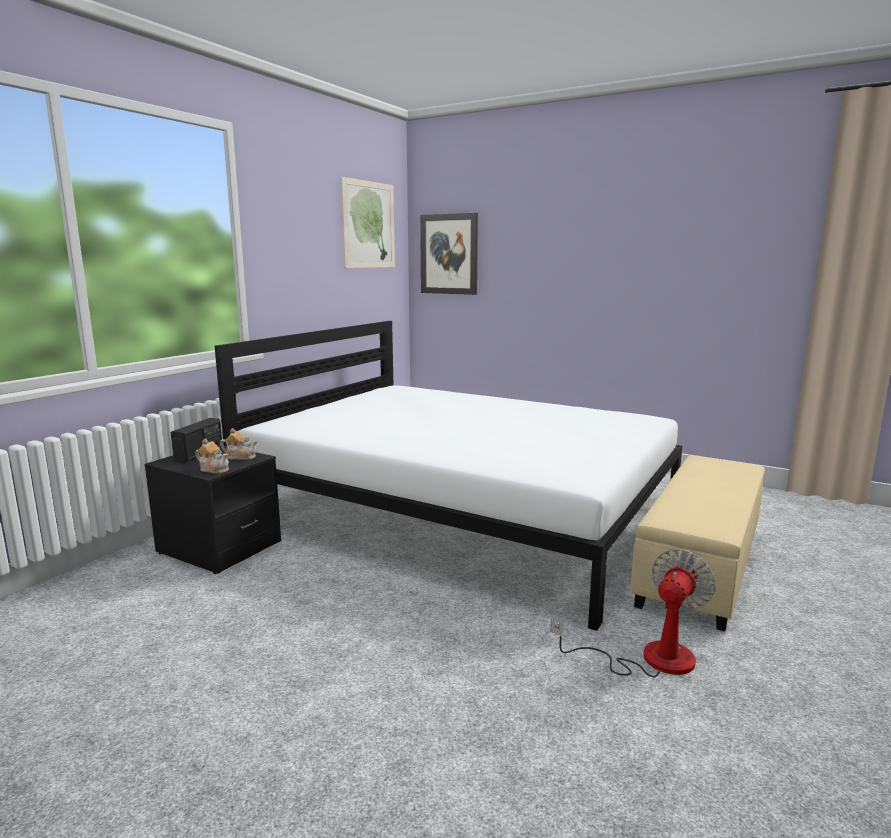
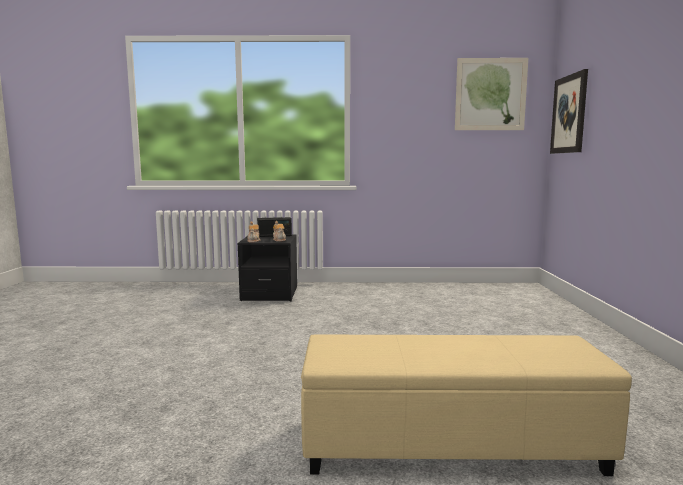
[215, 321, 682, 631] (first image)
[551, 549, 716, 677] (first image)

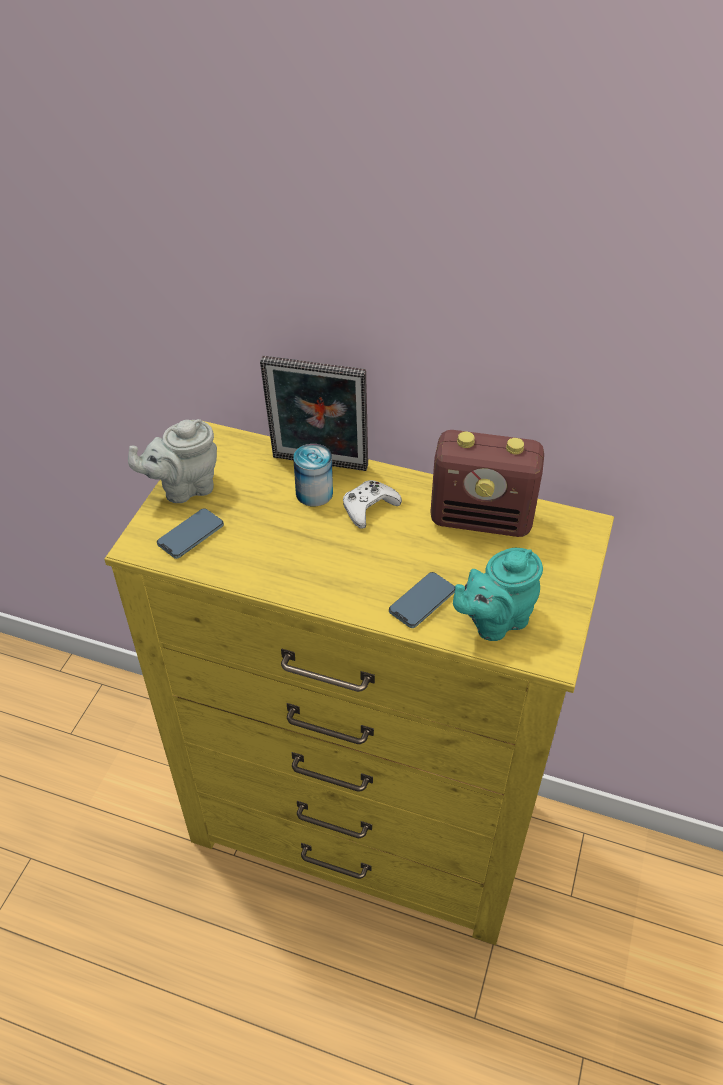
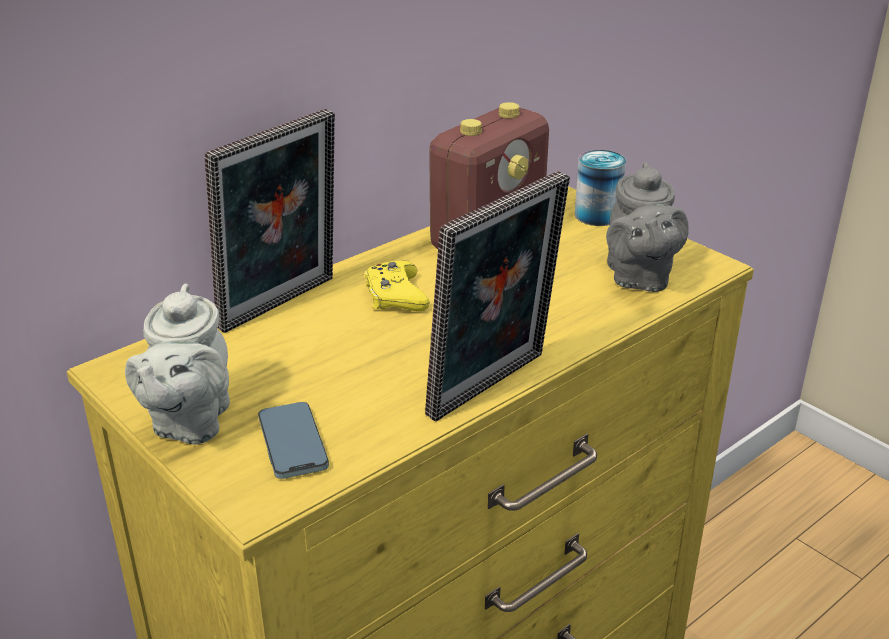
[575, 150, 626, 226]
[365, 260, 429, 311]
[606, 162, 689, 292]
[389, 572, 455, 628] (first image)
[425, 171, 570, 422]

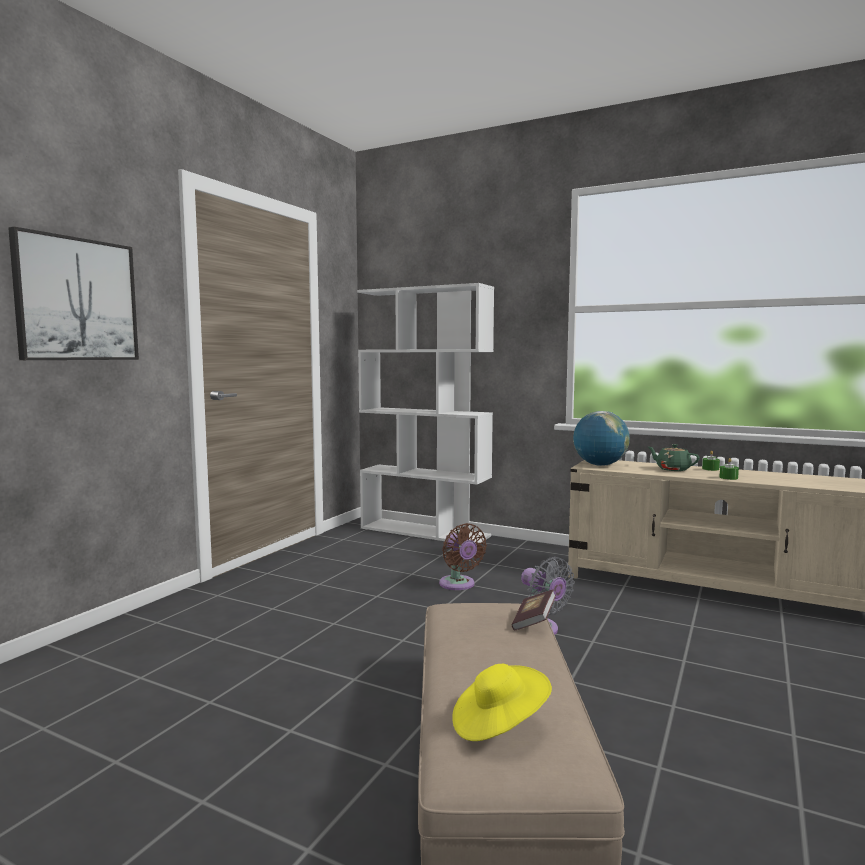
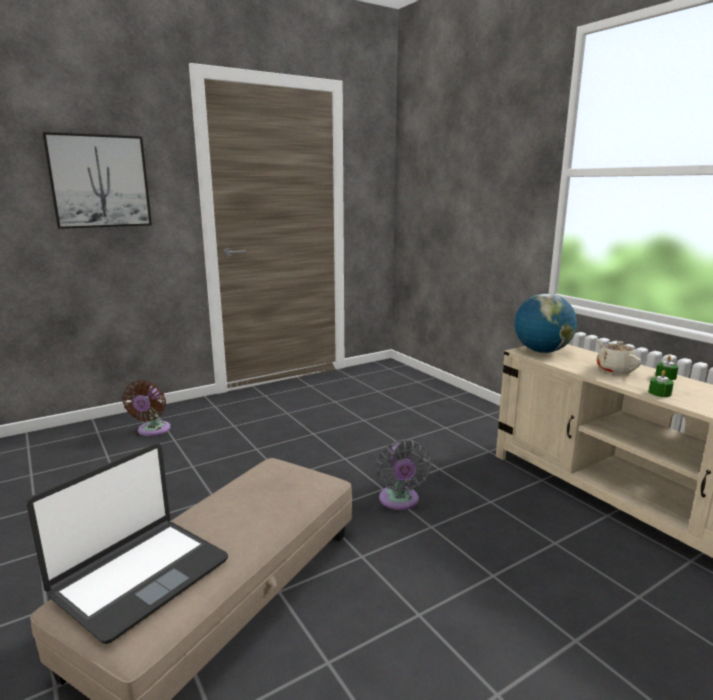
[357, 283, 494, 543] (first image)
[596, 339, 641, 374]
[122, 380, 171, 436]
[512, 589, 556, 630] (first image)
[27, 444, 228, 644]

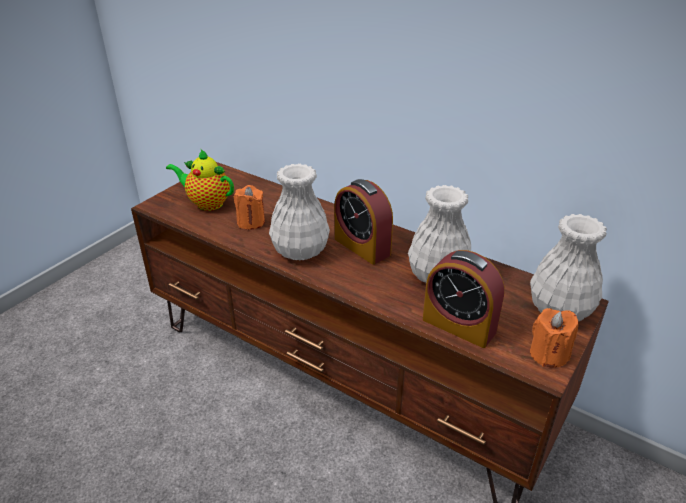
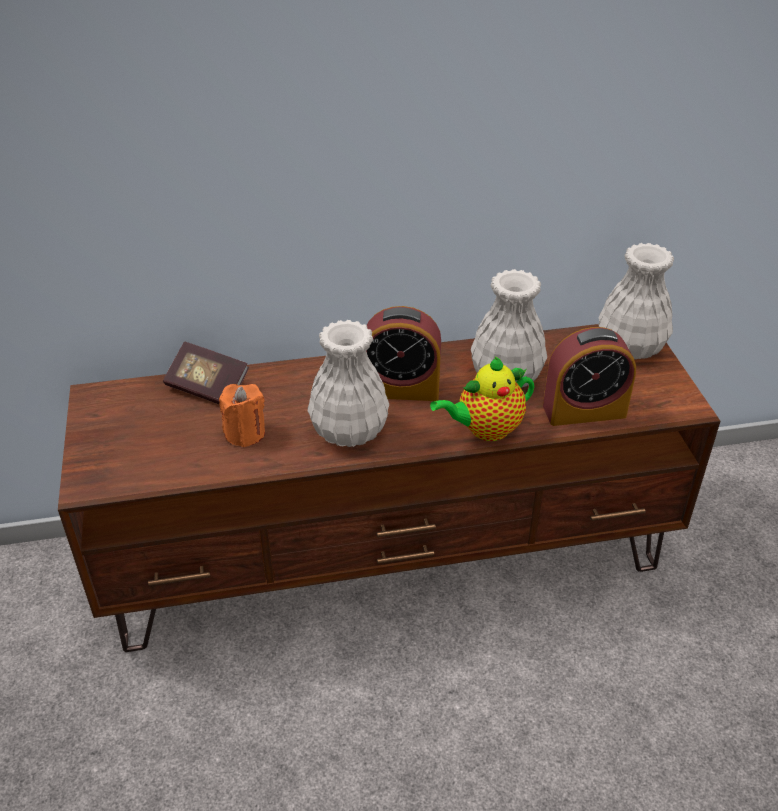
[430, 357, 534, 441]
[530, 308, 579, 368] (first image)
[163, 341, 249, 405]

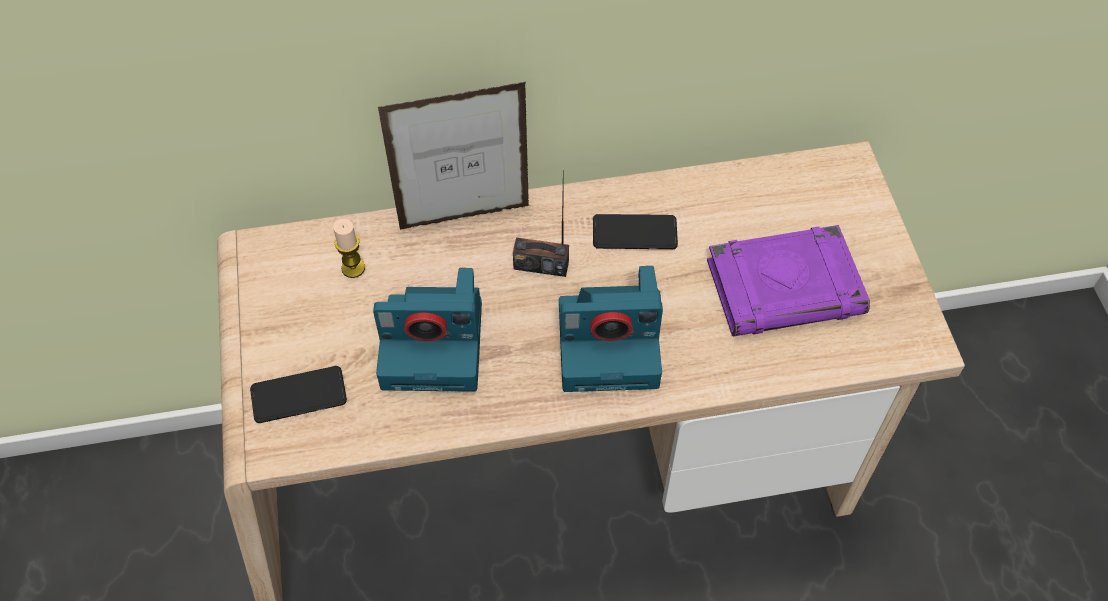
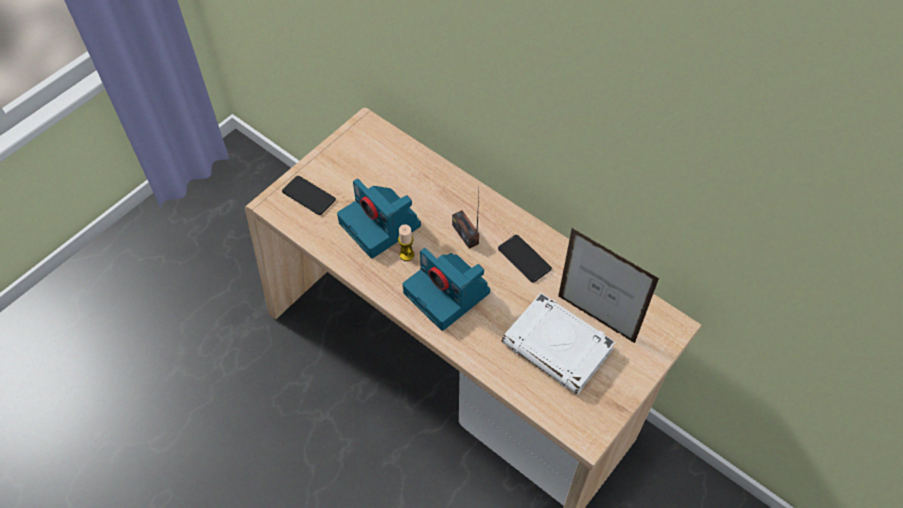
[558, 228, 659, 344]
[398, 224, 414, 261]
[502, 293, 615, 395]

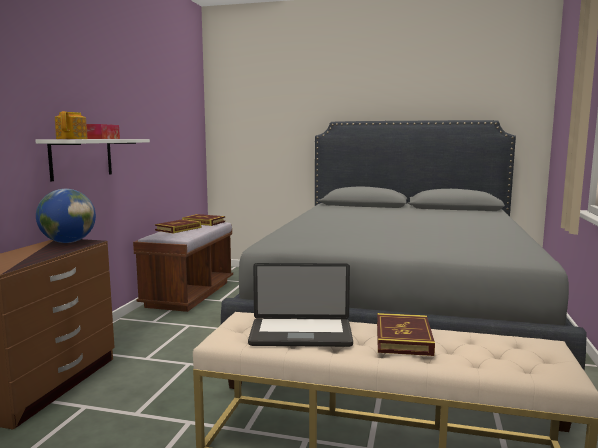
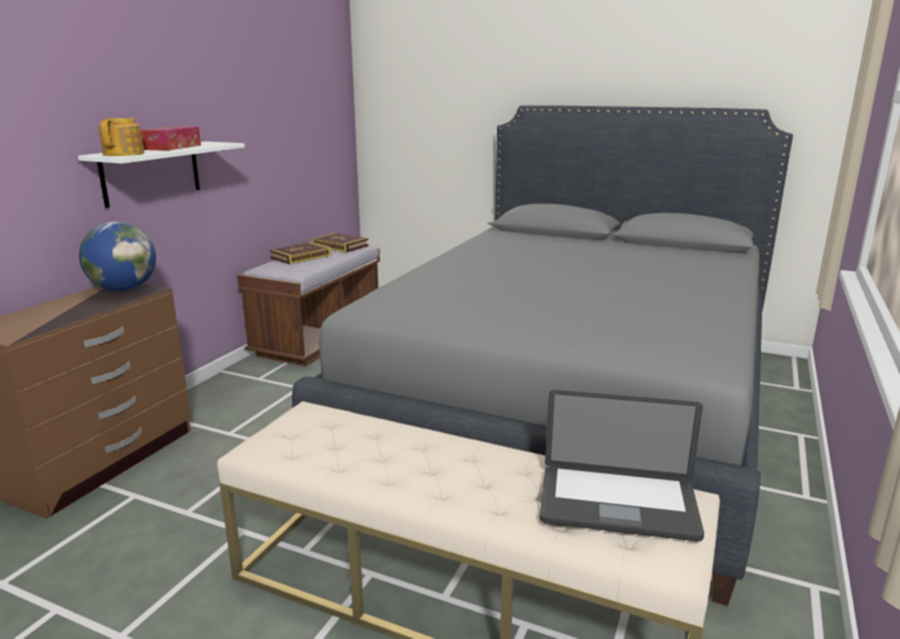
[540, 390, 704, 542]
[377, 313, 435, 356] (first image)

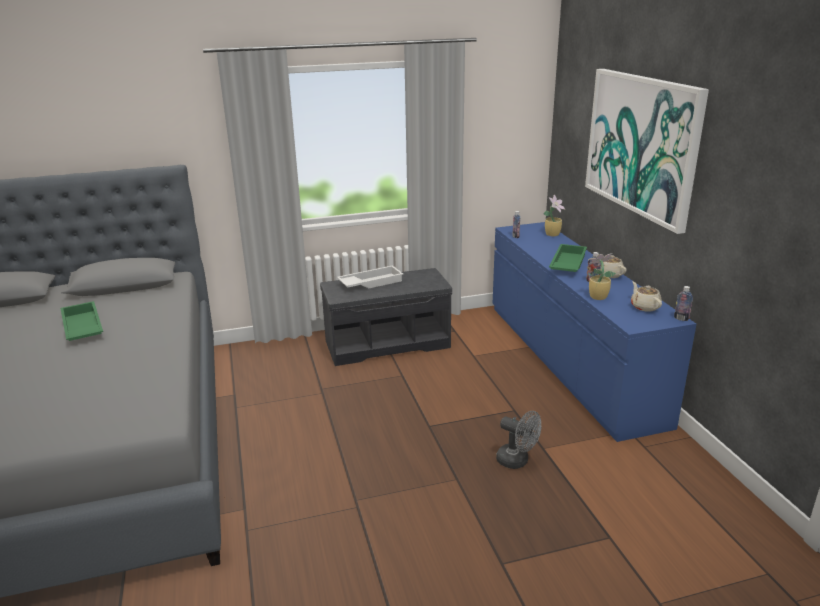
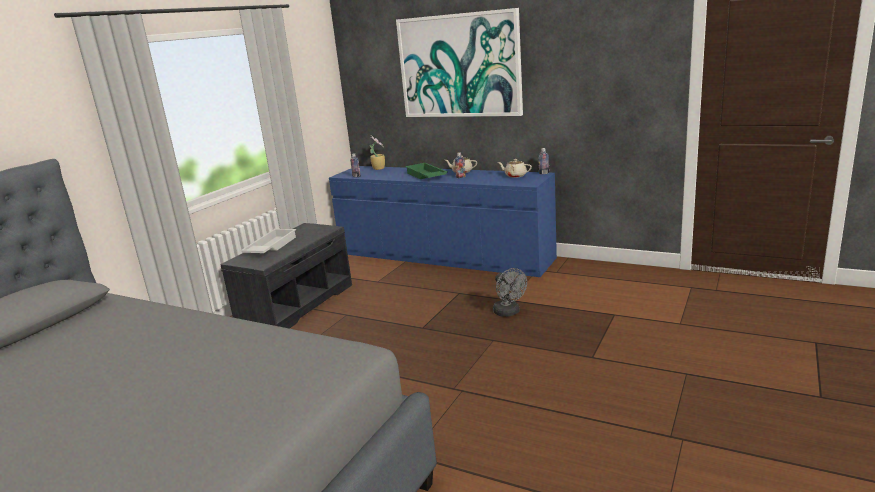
[588, 253, 616, 300] (first image)
[60, 301, 103, 341] (first image)
[493, 268, 527, 317]

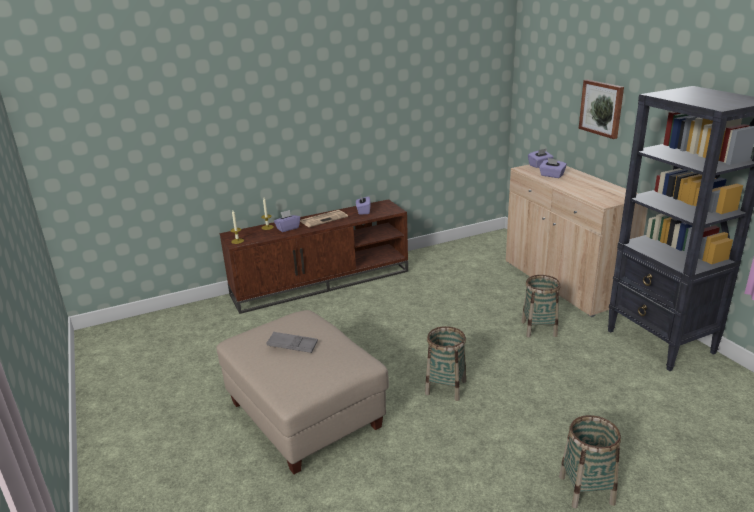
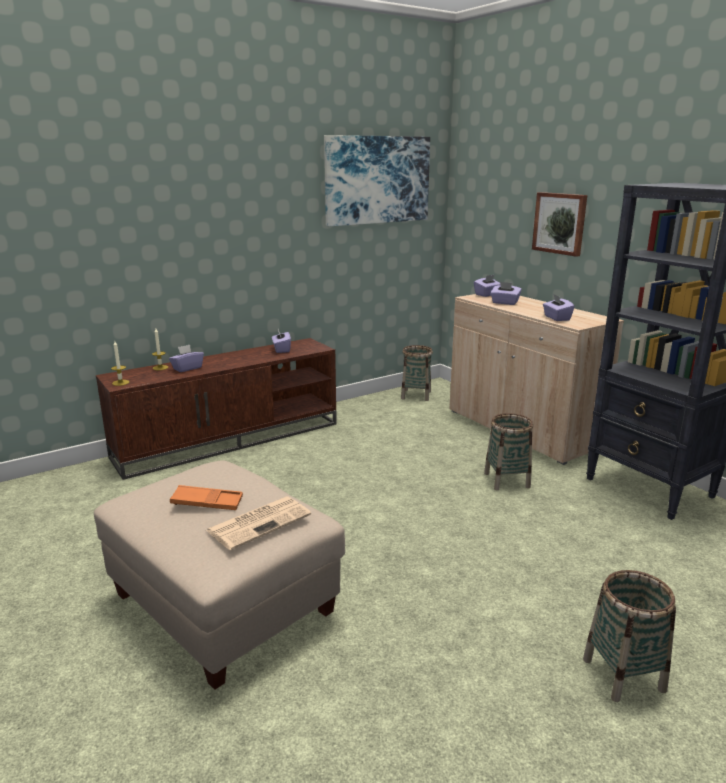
[206, 497, 311, 550]
[401, 345, 433, 401]
[170, 485, 243, 510]
[324, 135, 430, 226]
[543, 294, 575, 321]

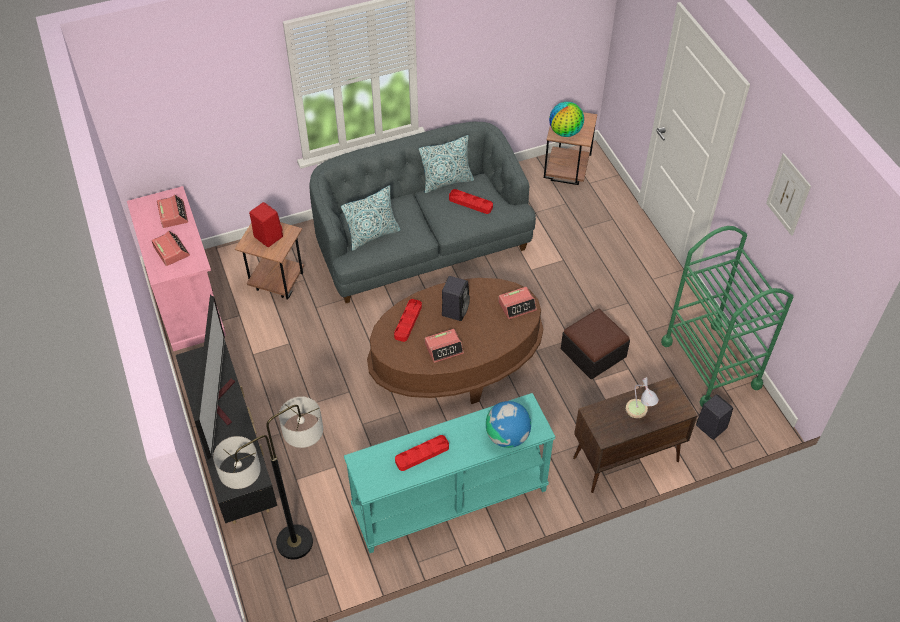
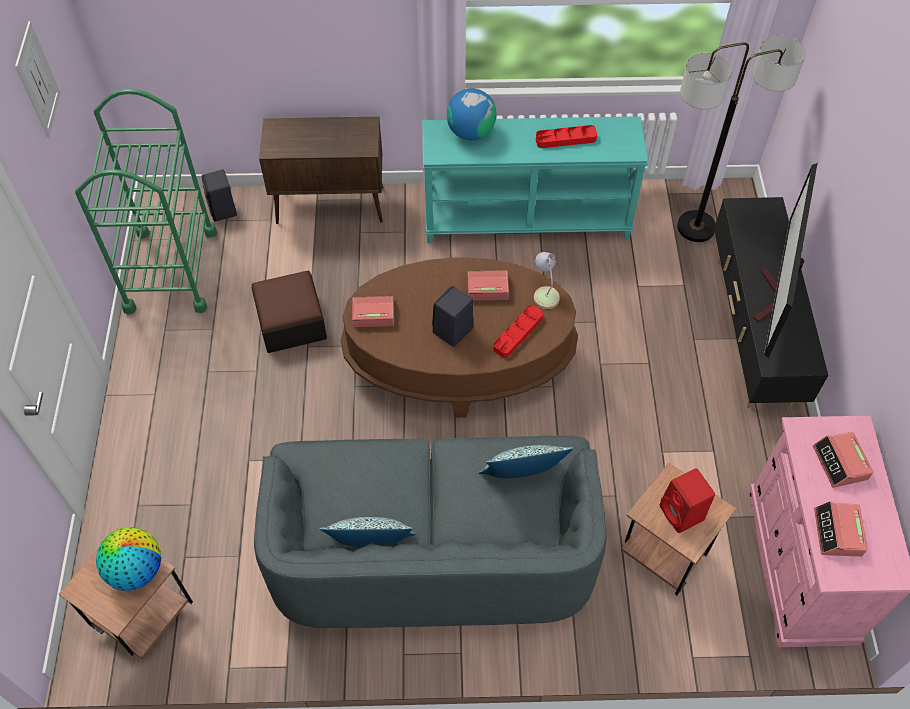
[449, 189, 493, 214] (first image)
[534, 252, 560, 309]

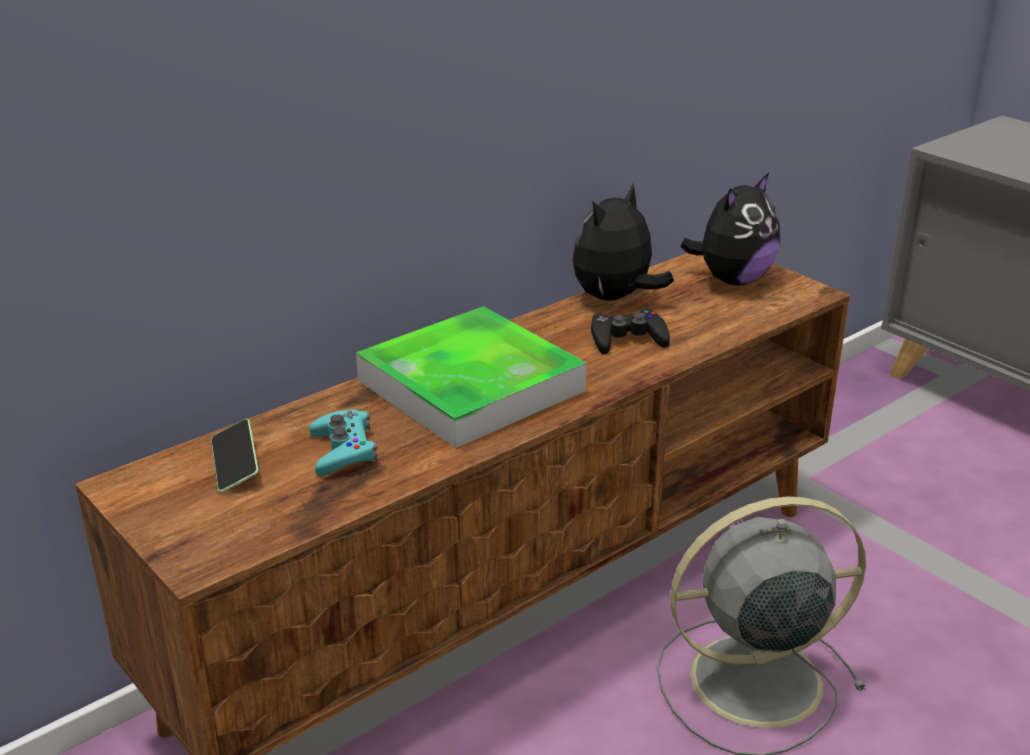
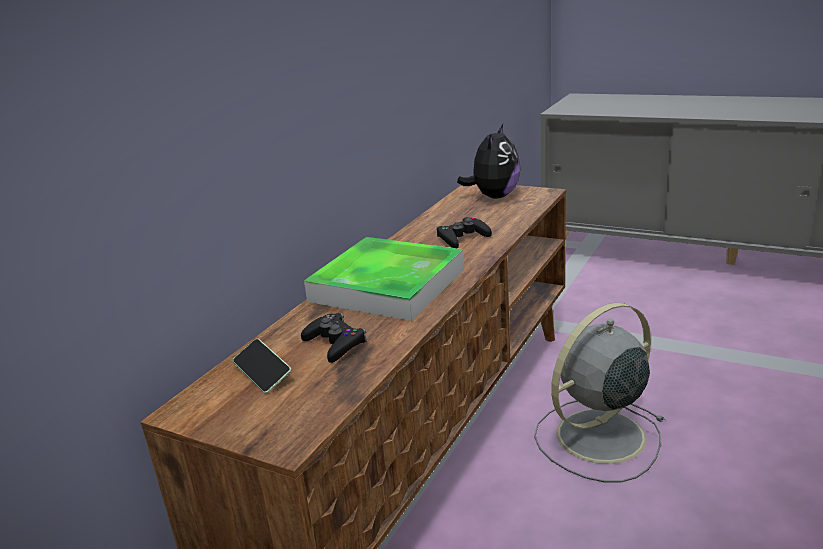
[573, 183, 674, 301] (first image)
[301, 313, 367, 363]

